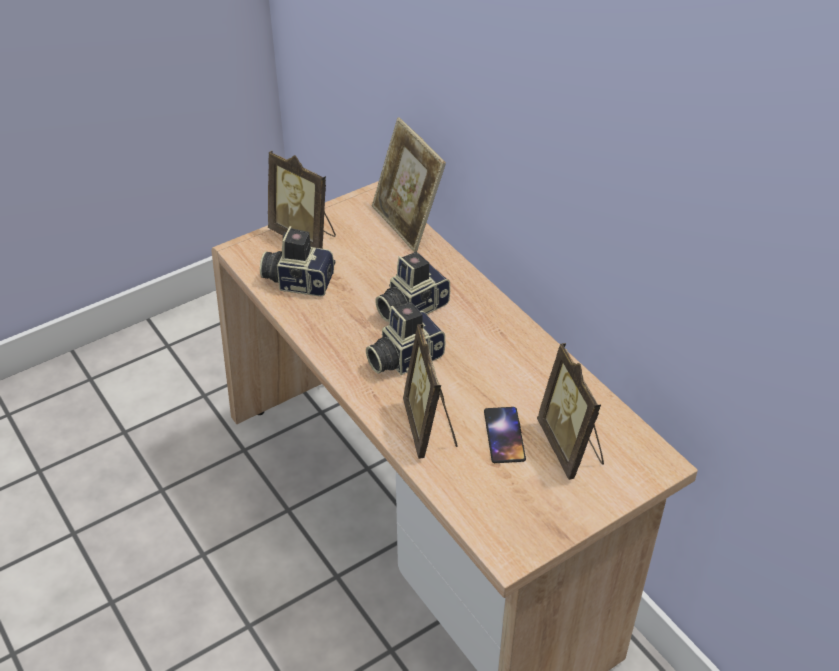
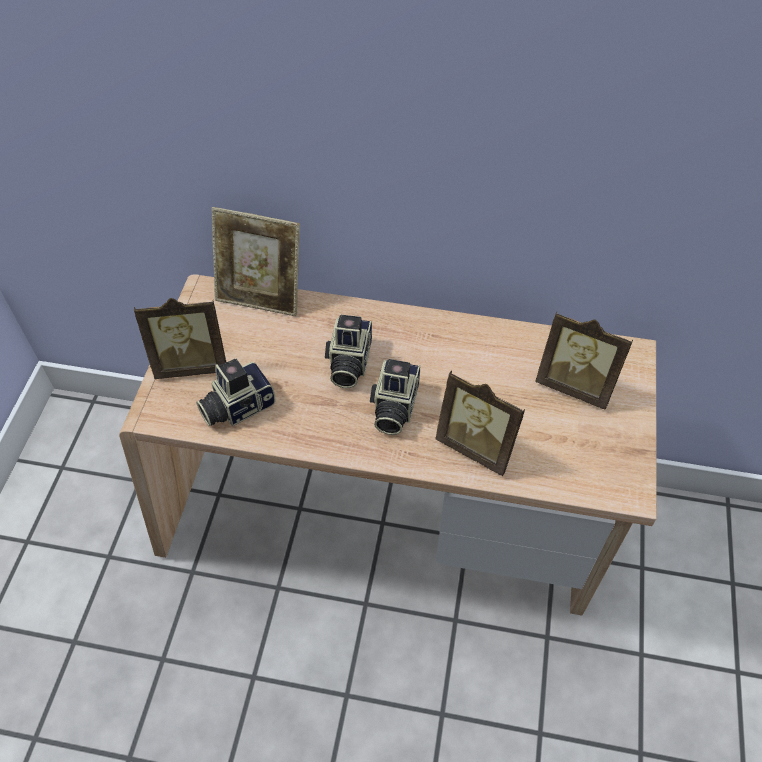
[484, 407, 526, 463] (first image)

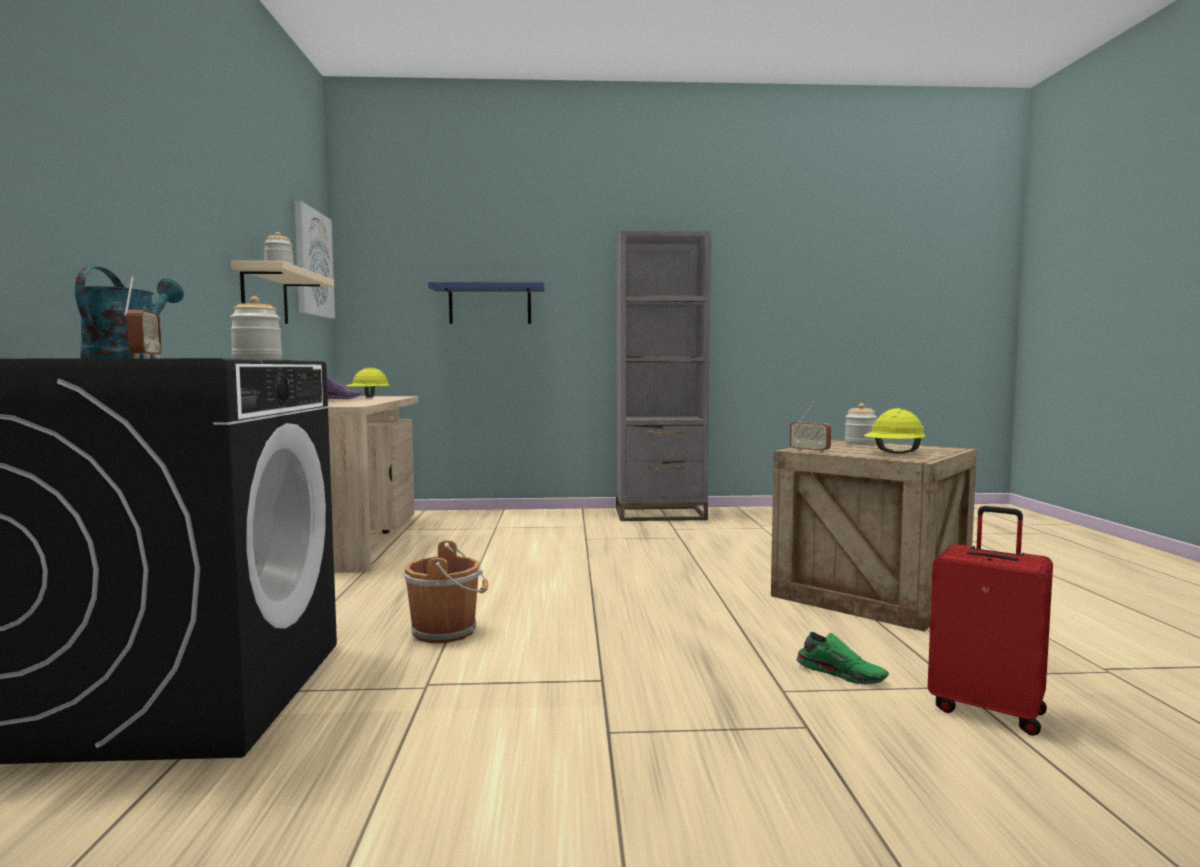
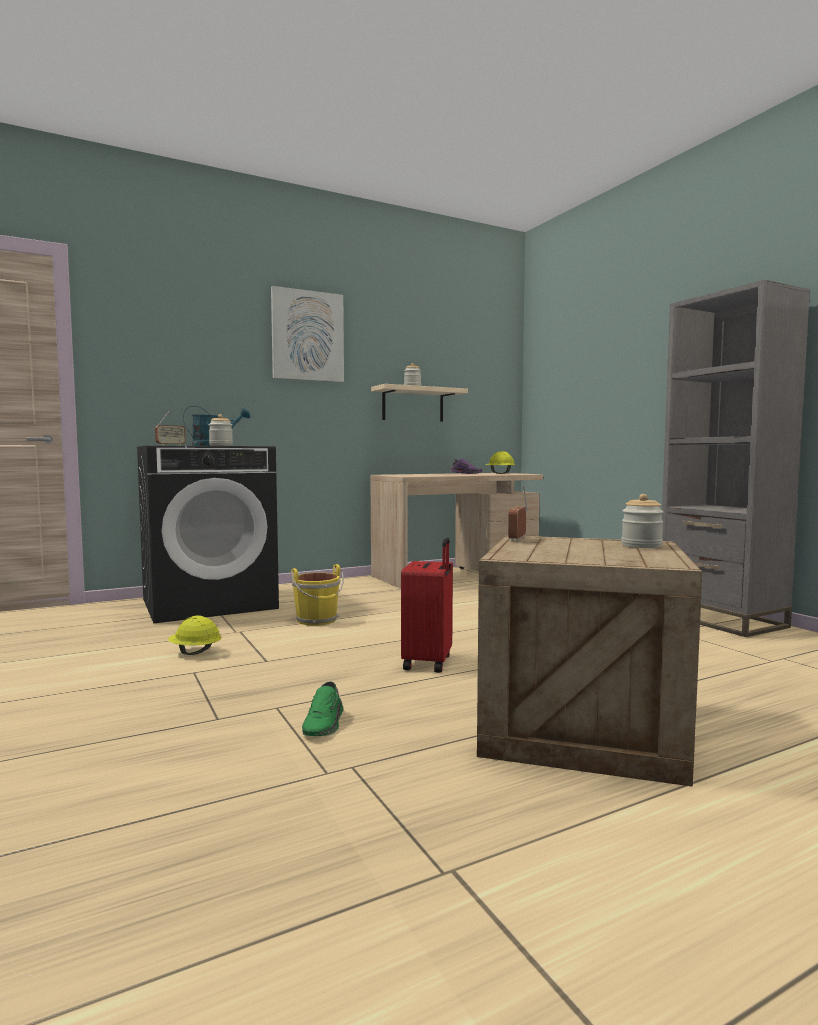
[271, 286, 344, 382]
[428, 282, 545, 324] (first image)
[168, 615, 221, 655]
[401, 537, 453, 673]
[291, 564, 344, 626]

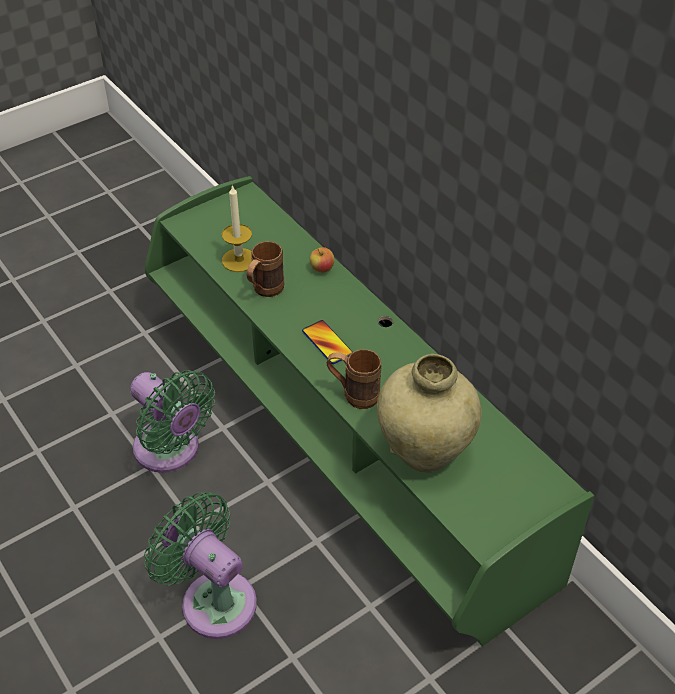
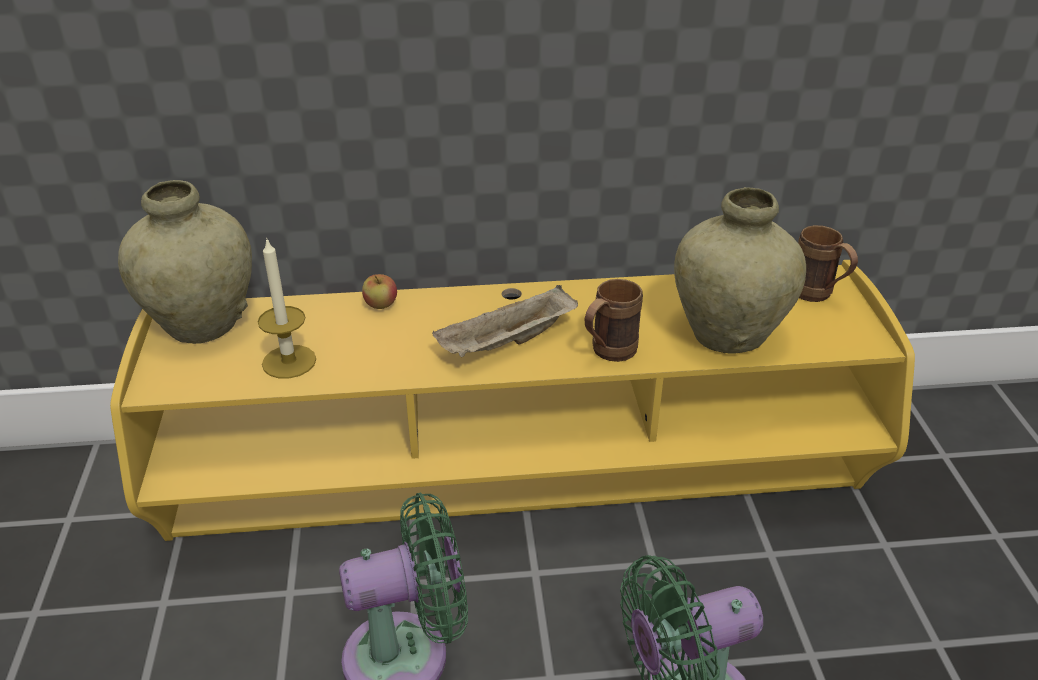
[110, 260, 915, 541]
[798, 225, 858, 302]
[432, 285, 578, 357]
[118, 180, 252, 344]

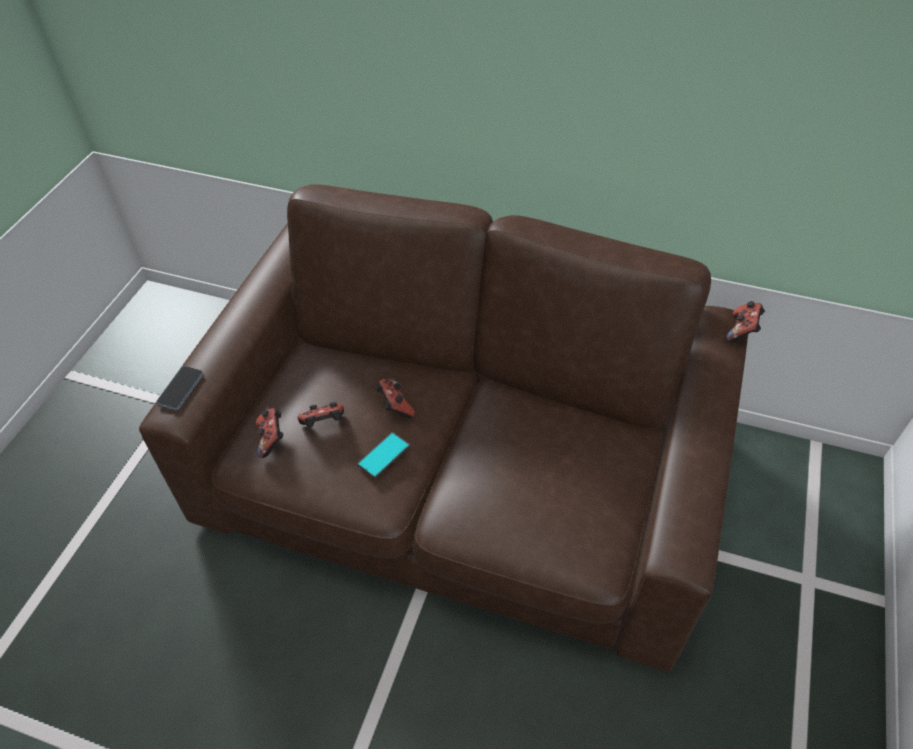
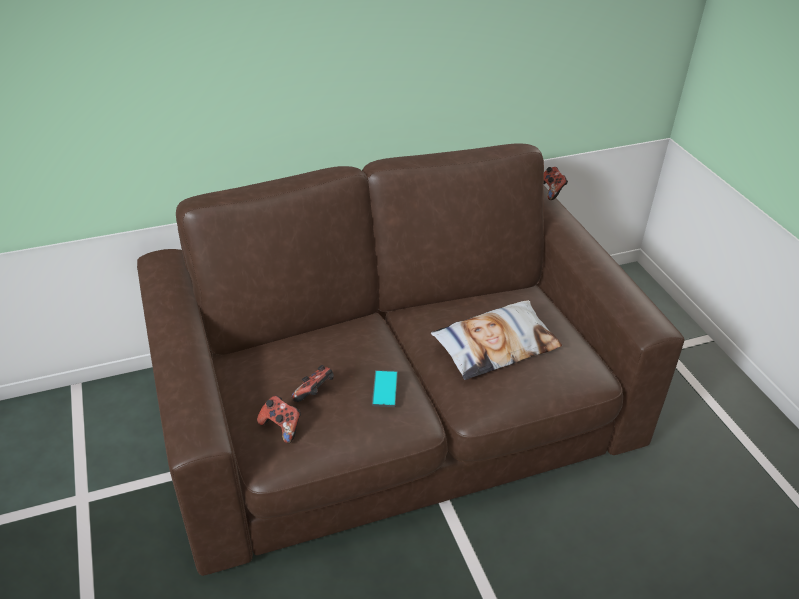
[156, 366, 203, 410] (first image)
[376, 379, 415, 418] (first image)
[431, 300, 562, 380]

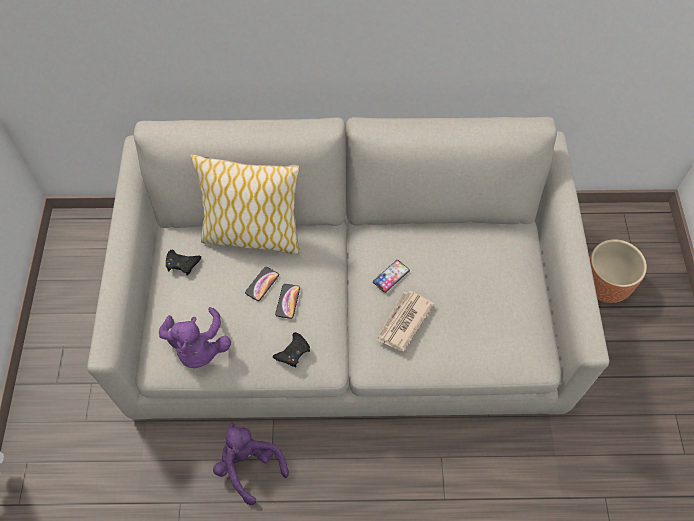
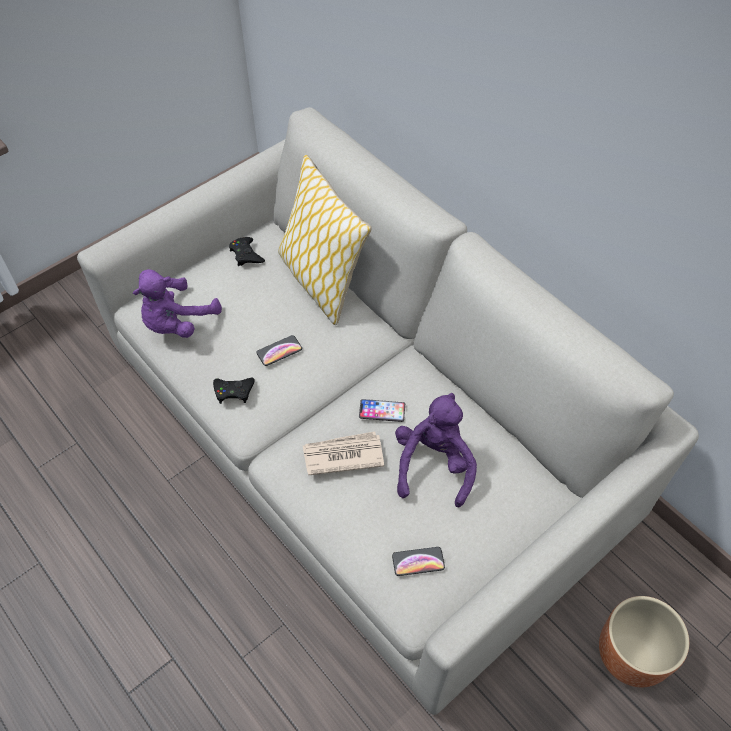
[392, 547, 445, 576]
[395, 393, 477, 508]

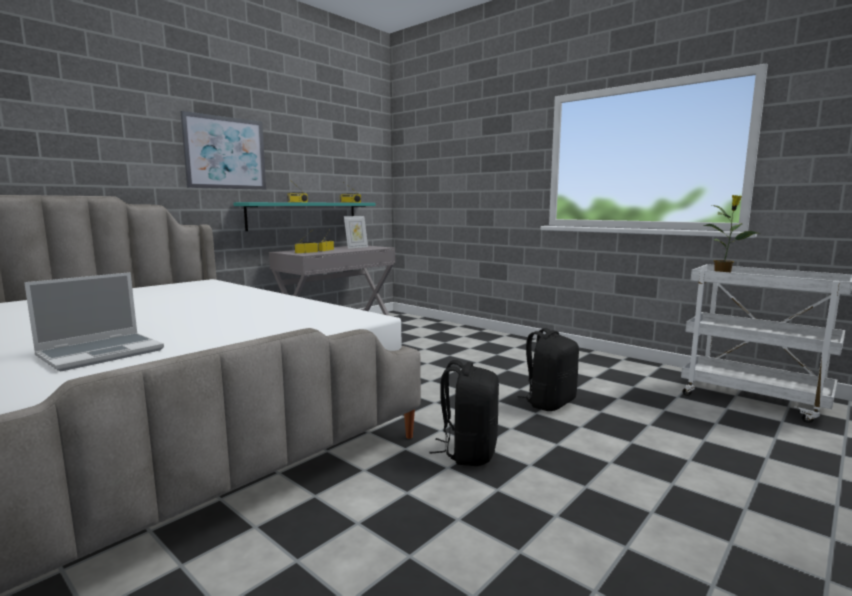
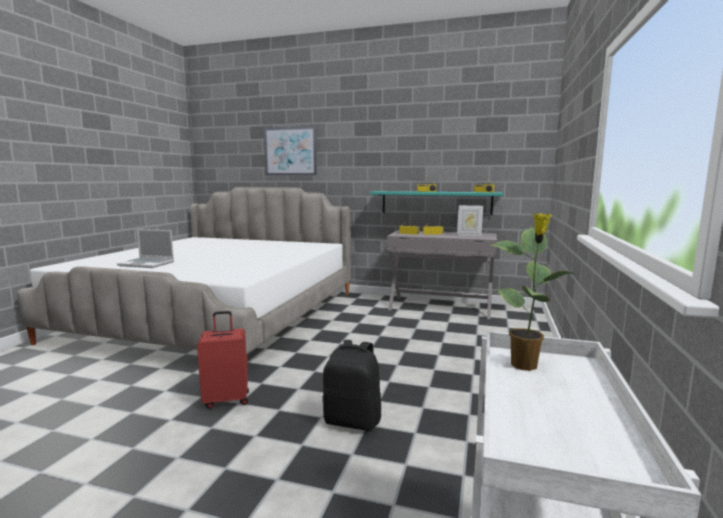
[264, 126, 317, 176]
[197, 311, 249, 409]

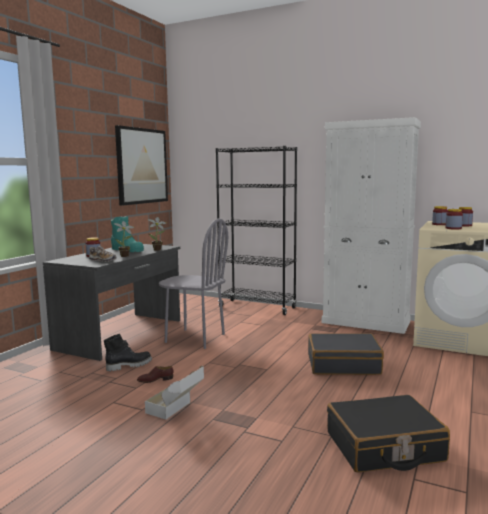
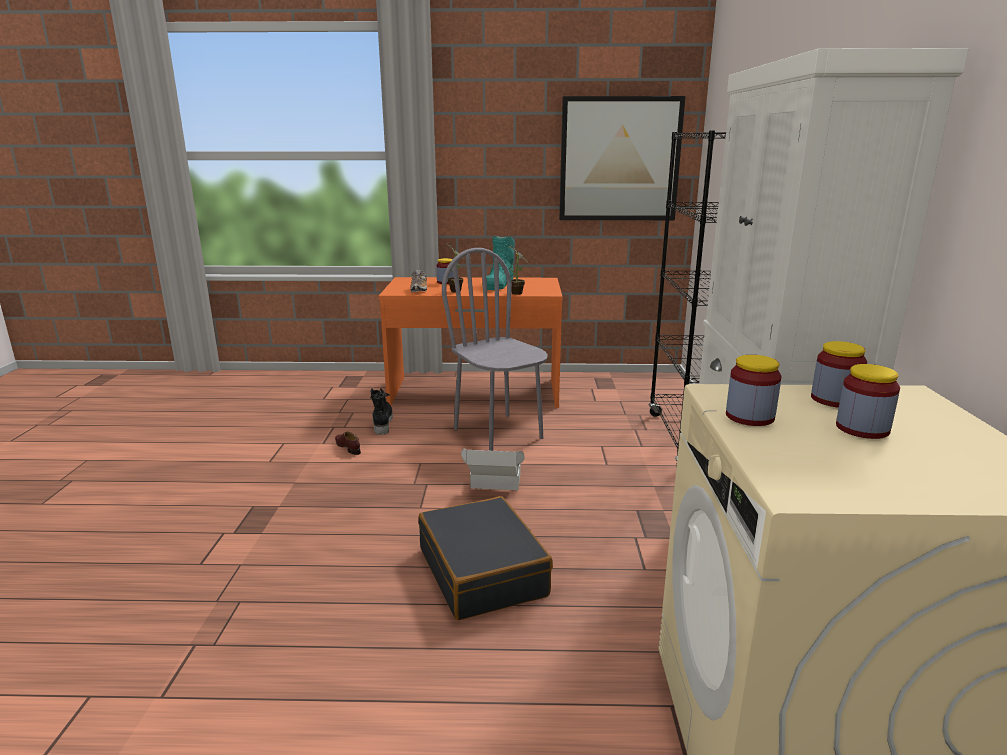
[442, 248, 548, 451]
[379, 277, 563, 408]
[370, 388, 393, 435]
[461, 449, 525, 490]
[327, 395, 450, 472] (first image)

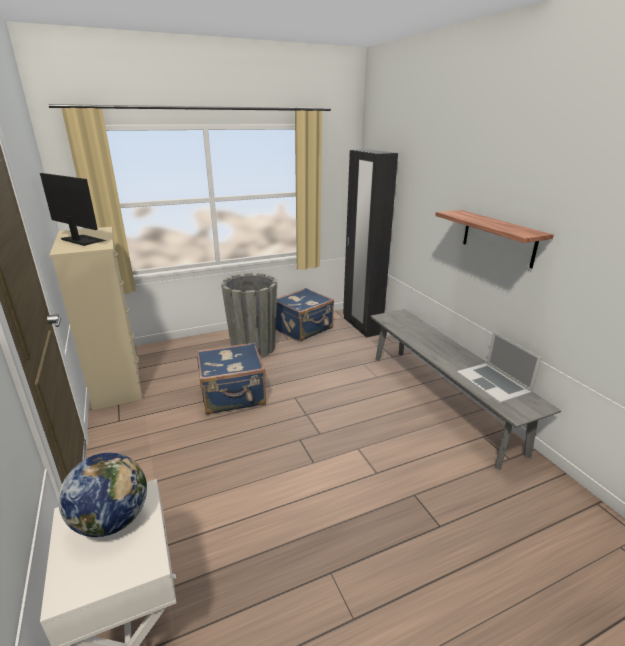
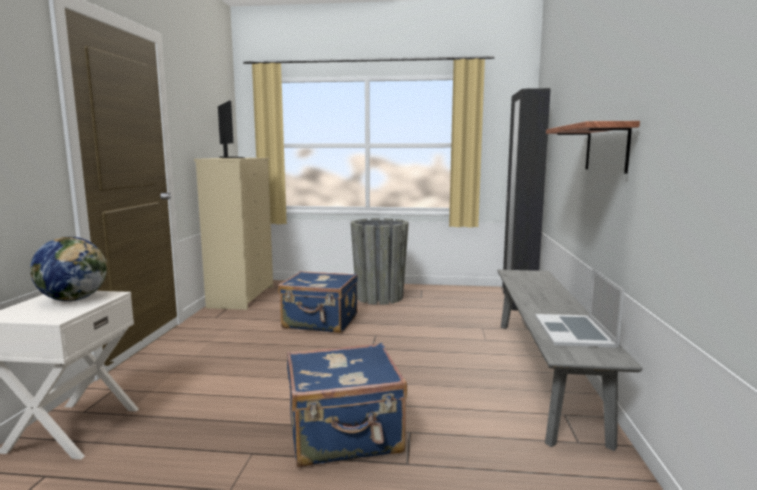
[287, 343, 407, 467]

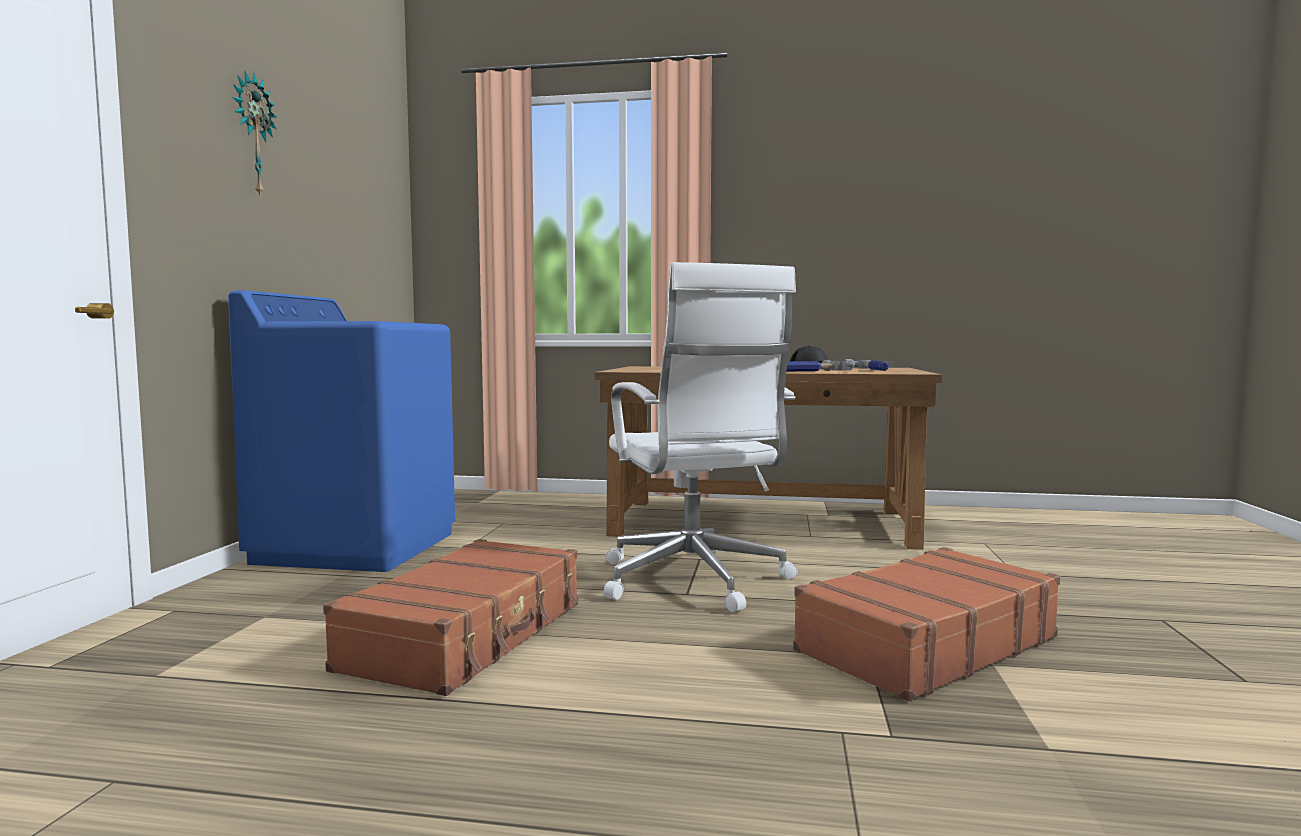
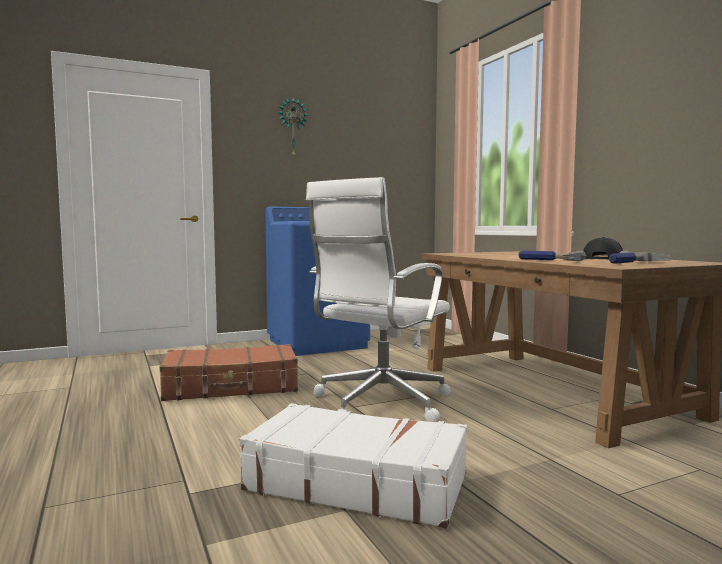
[239, 403, 467, 529]

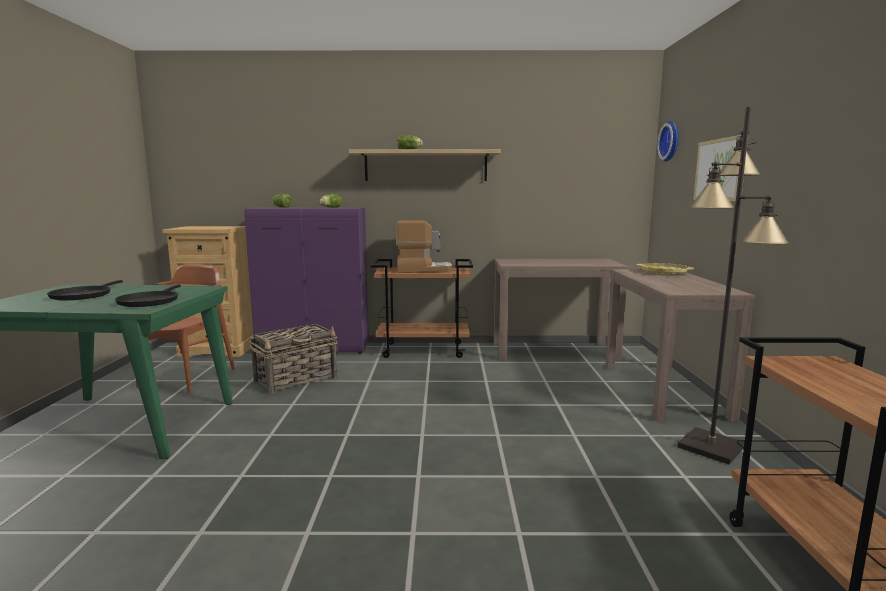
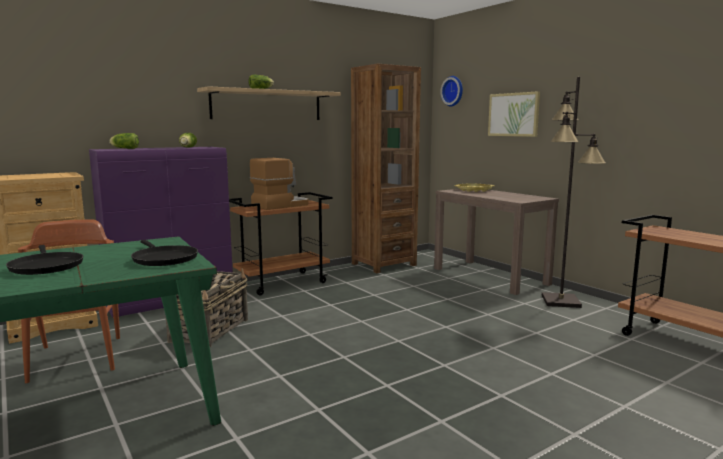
[351, 64, 421, 273]

